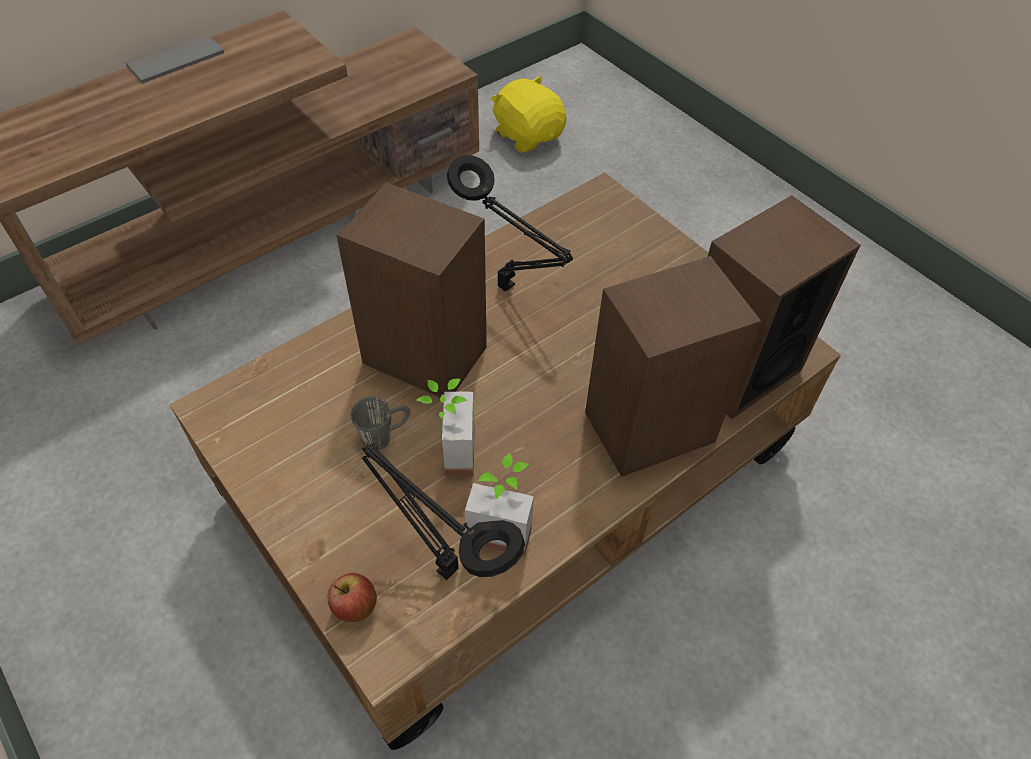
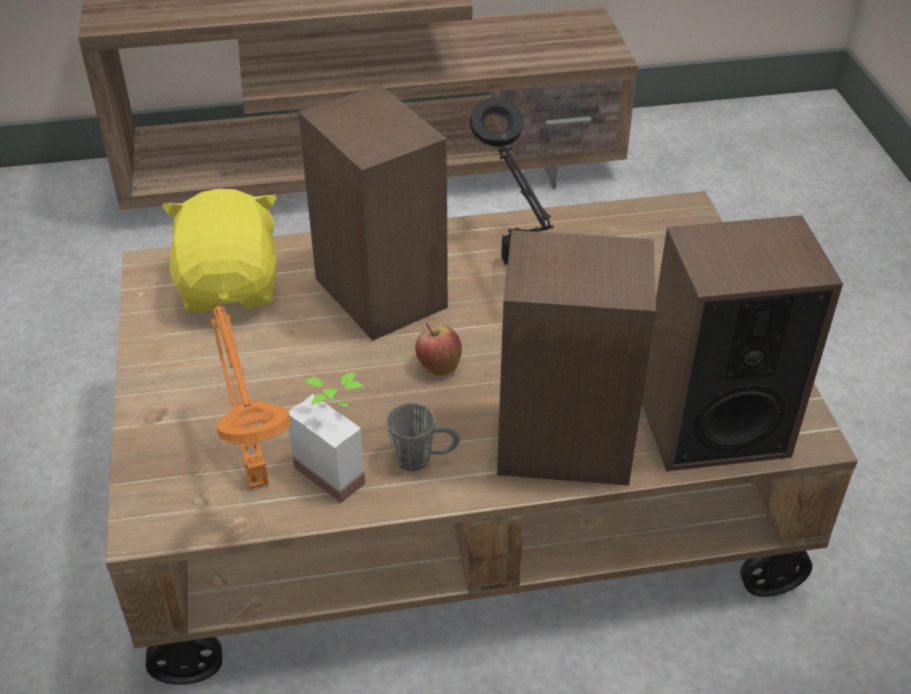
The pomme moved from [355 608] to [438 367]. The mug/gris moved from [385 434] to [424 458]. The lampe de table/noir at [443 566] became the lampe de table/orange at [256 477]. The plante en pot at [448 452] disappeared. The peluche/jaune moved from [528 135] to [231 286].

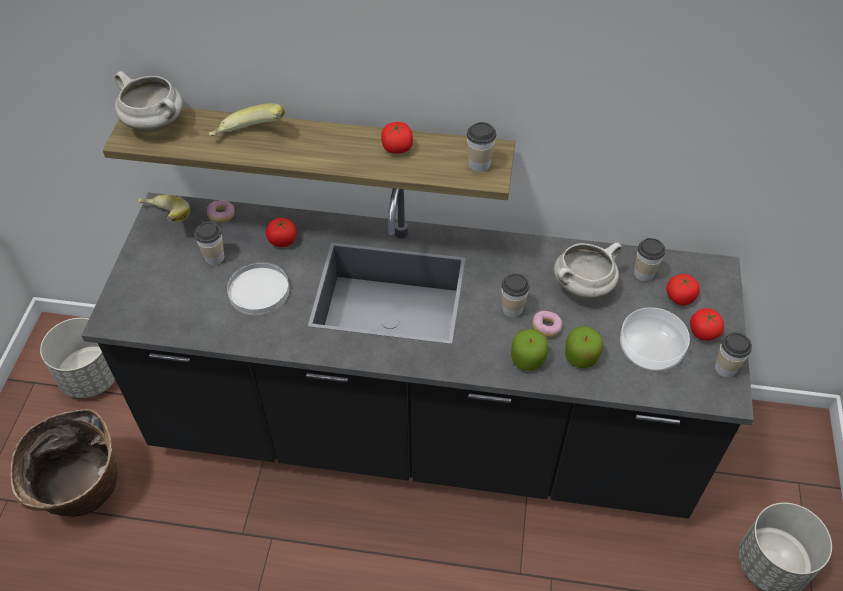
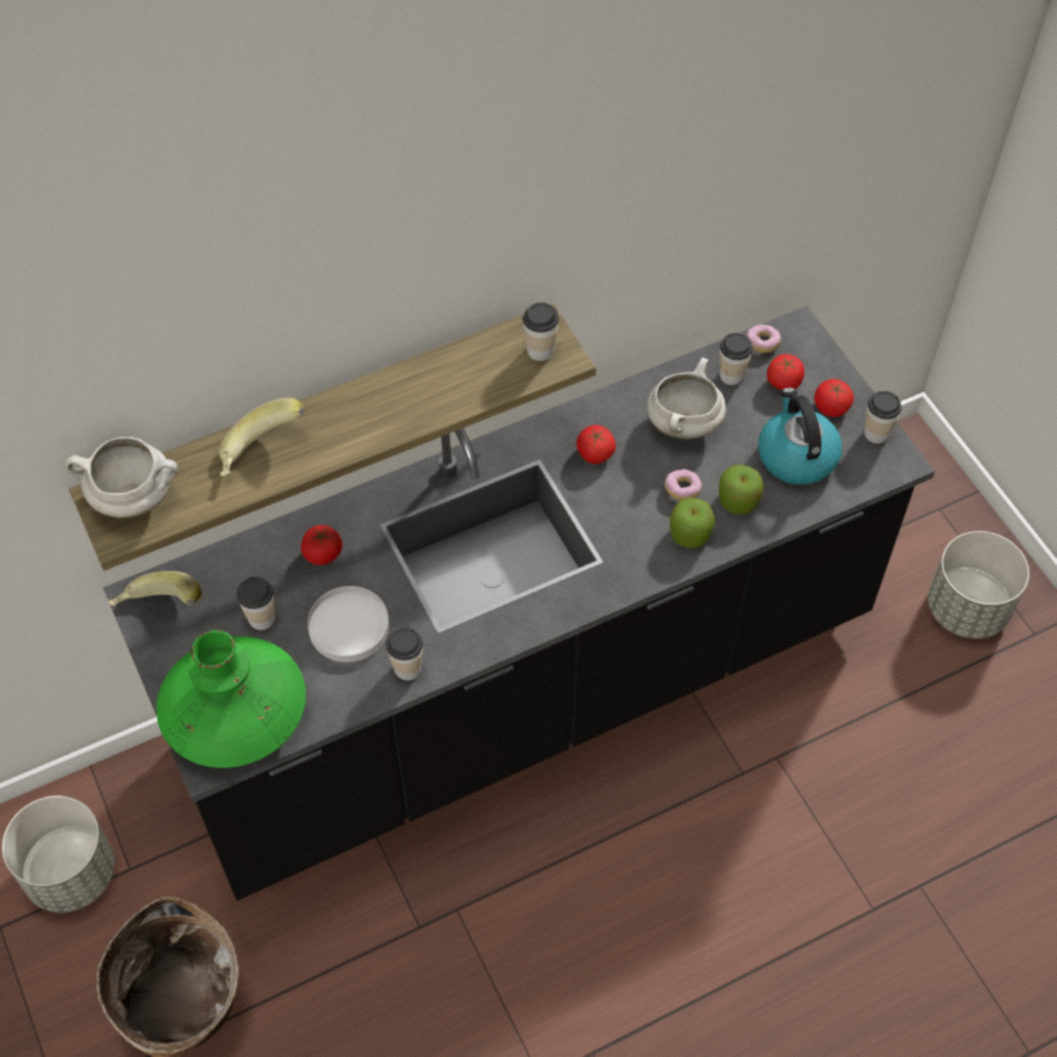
The beignet moved from [221 215] to [762 344]. The tomate moved from [397 148] to [595 454]. The tasse moved from [512 309] to [407 668]. The bol at [649 350] was replaced by the bouilloire at [796 456]. The vase/vert at [235 713] appeared.

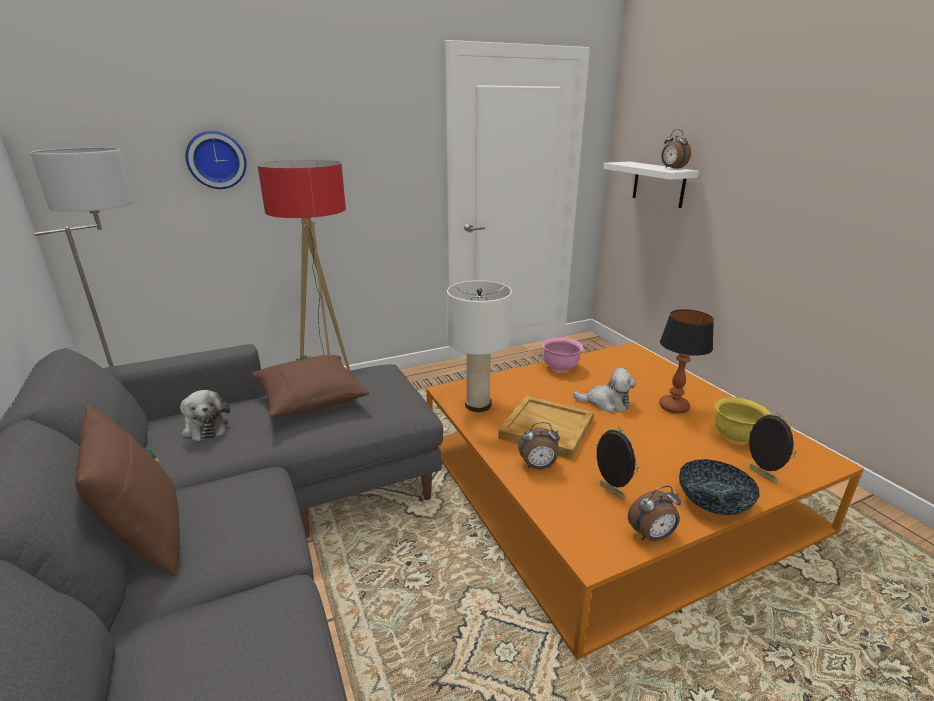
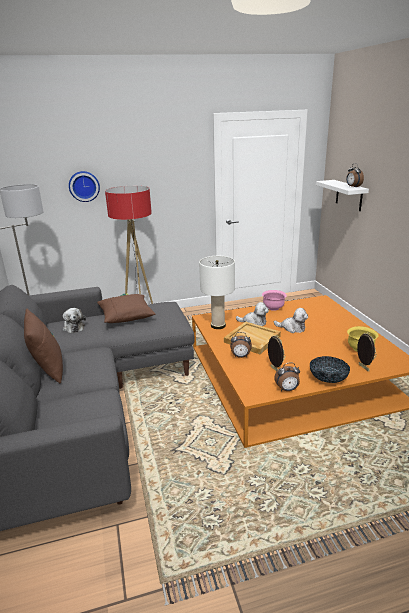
The lampe de table at [673 406] disappeared. The peluche at [254 322] appeared.

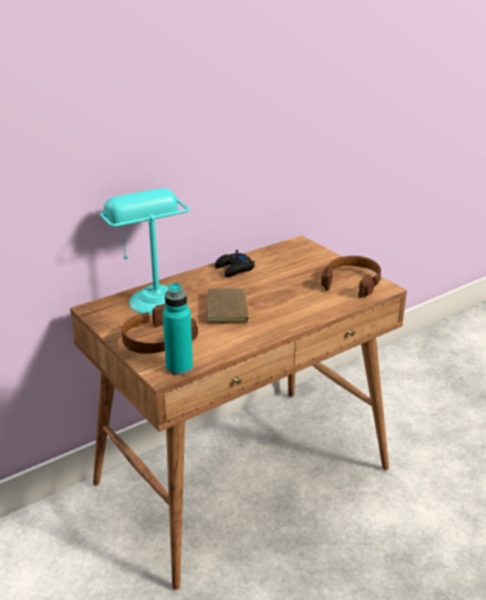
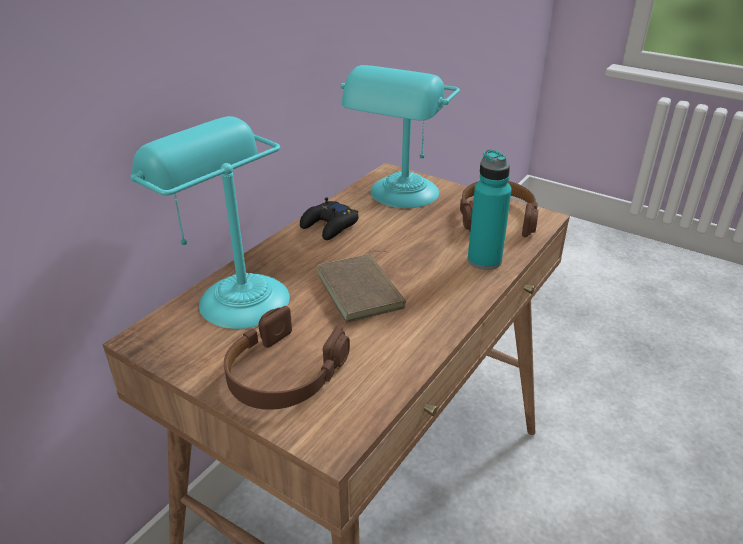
The bouteille/turquoise moved from [179 367] to [484 260]. The lampe de table/turquoise at [400 198] appeared.

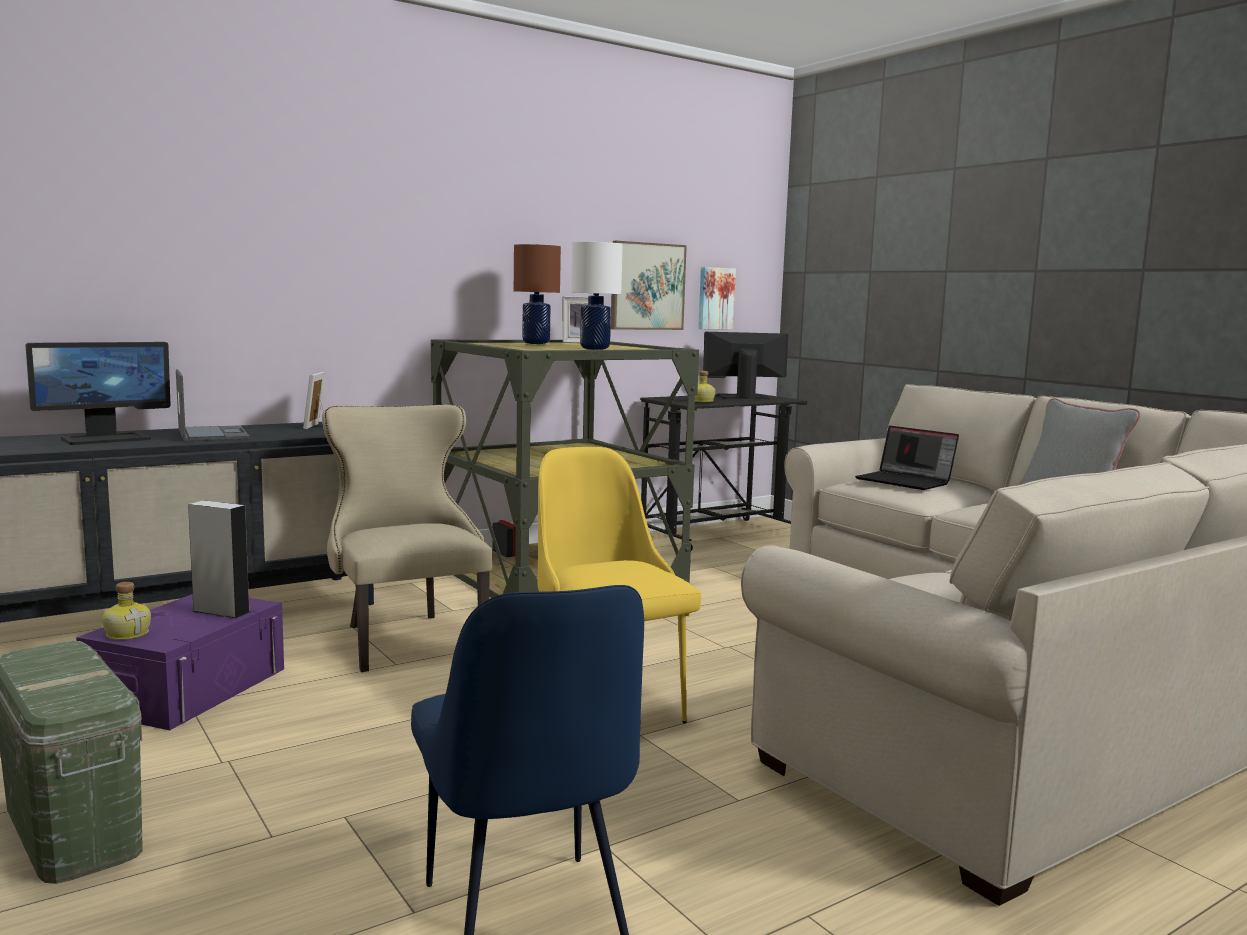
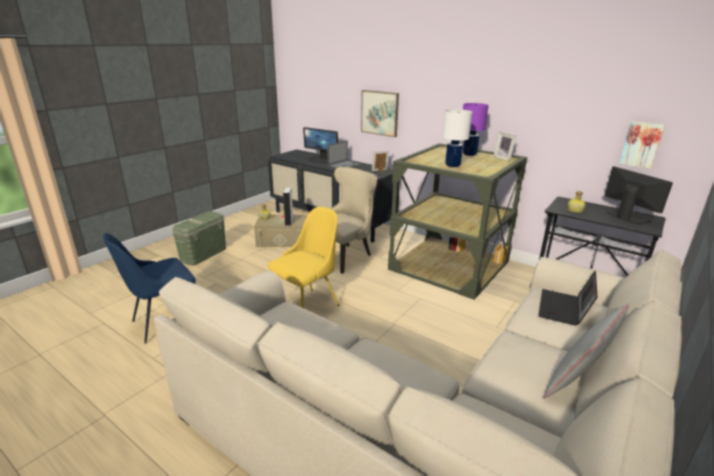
The boîte de rangement/violet at [189 689] became the boîte de rangement/beige at [282 240]. The lampe de table/marron at [536 344] became the lampe de table/violet at [469 155]. The tableau moved from [647 286] to [380 113].

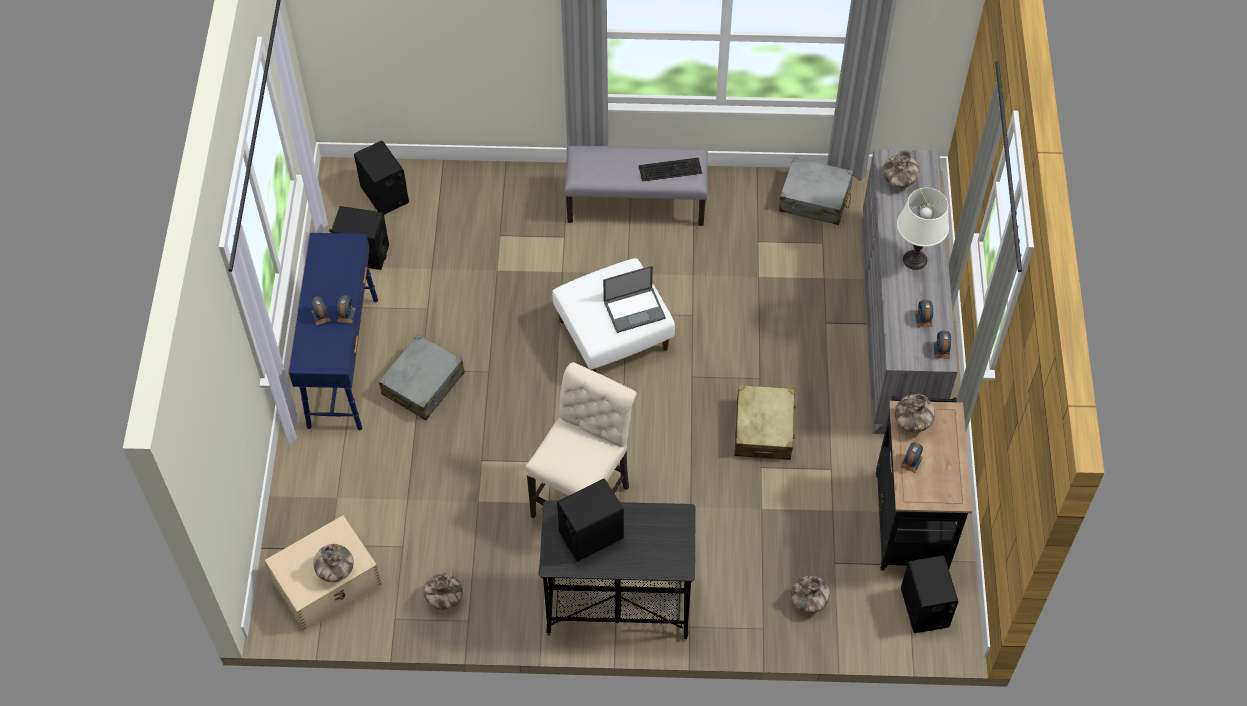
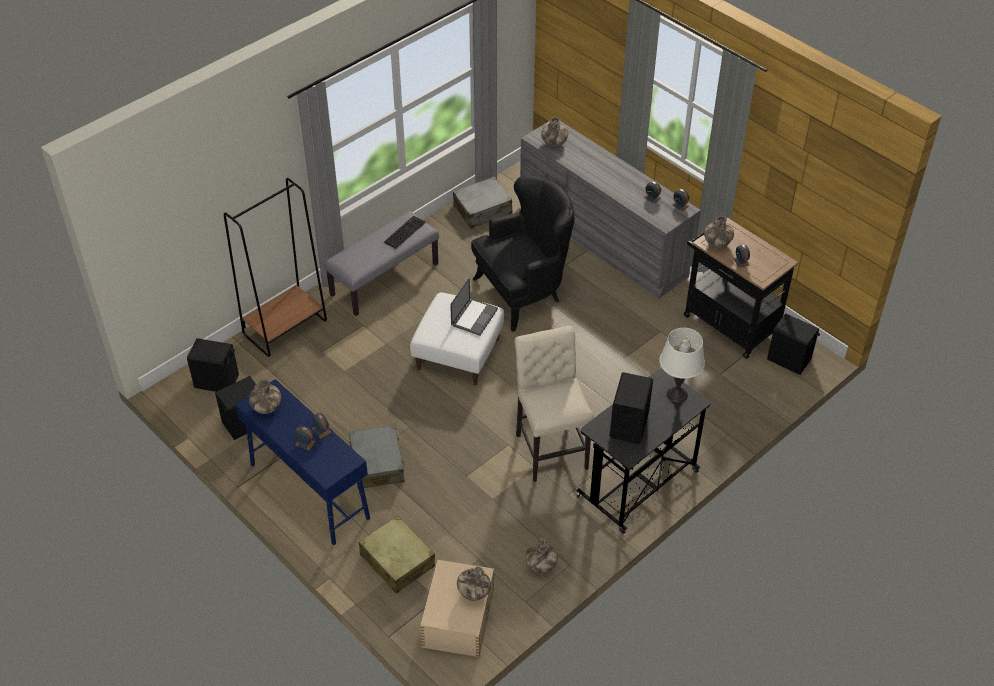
The valise/beige moved from [763 429] to [397 561]. The vase moved from [809 602] to [267 408]. The lampe de table/blanc moved from [915 260] to [677 394]. The portant at [285 328] appeared. The fauteuil/noir at [523 292] appeared.

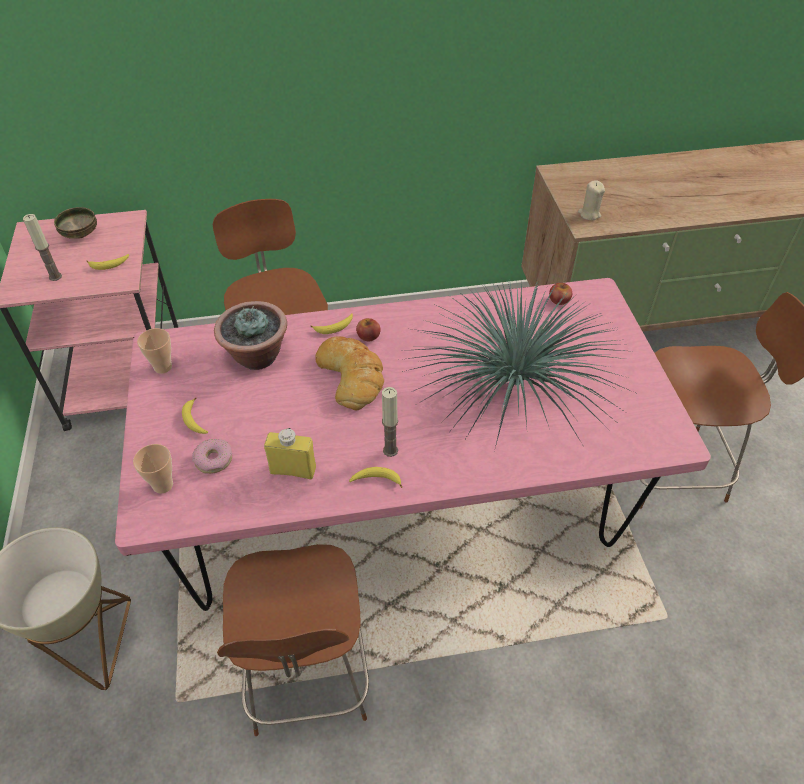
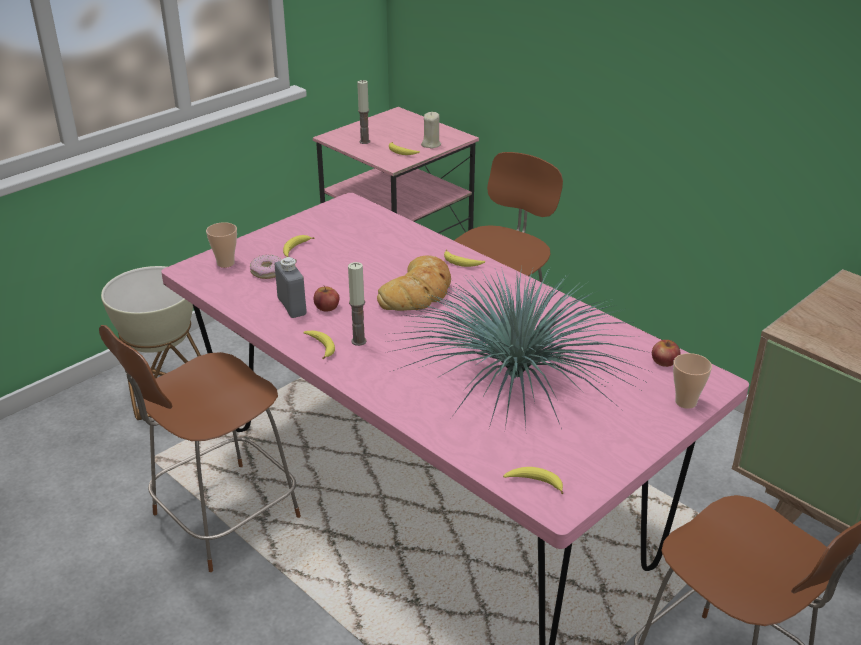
The bol at [81 234] disappeared. The tasse moved from [163 367] to [685 402]. The plante en pot at [256 356] disappeared. The bouteille/jaune at [293 470] became the bouteille/gris at [292 306]. The pomme moved from [368 336] to [326 307]. The bougie/beige moved from [589 214] to [431 144]. The banane at [535 482] appeared.

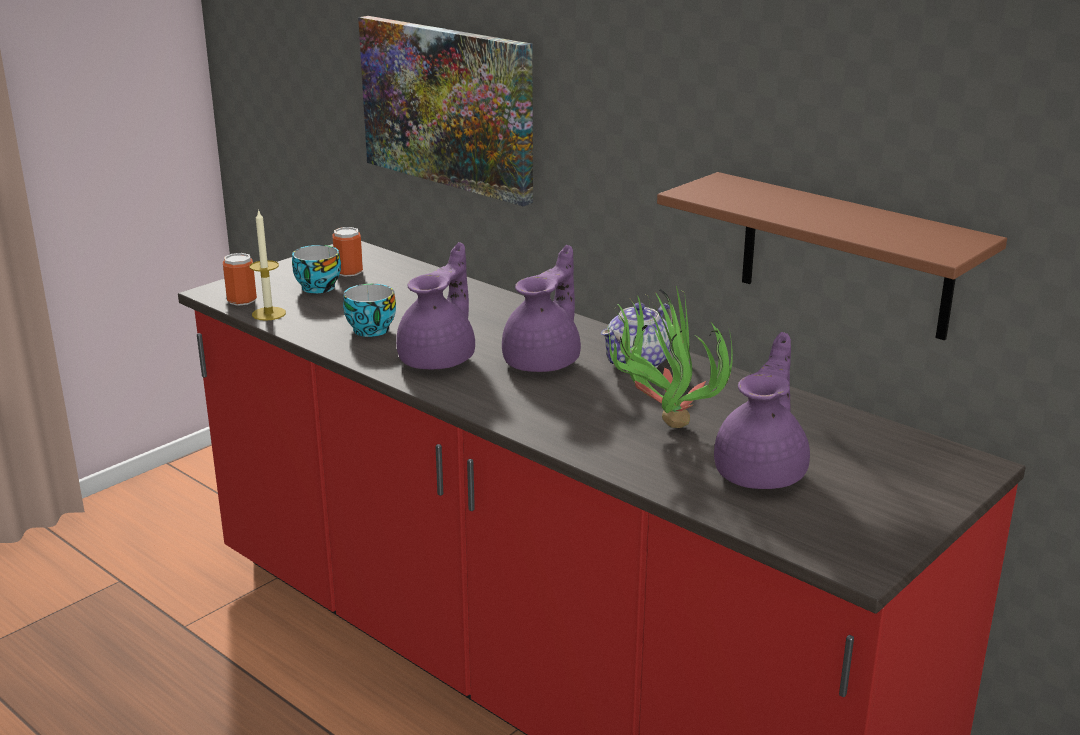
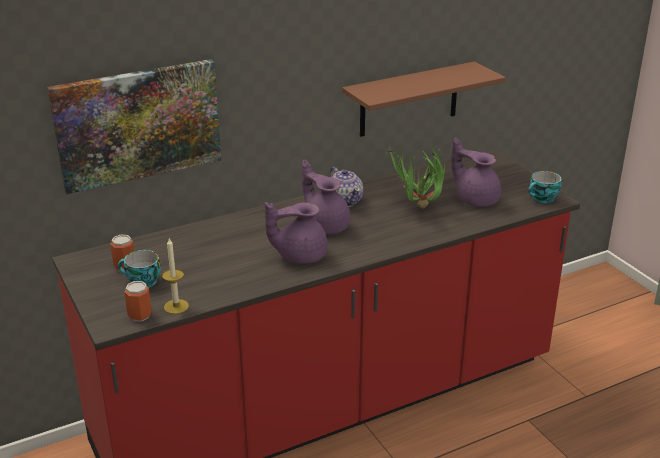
The tasse moved from [368 329] to [542 199]. The théière/violet at [440 359] turned 60 degrees counterclockwise.

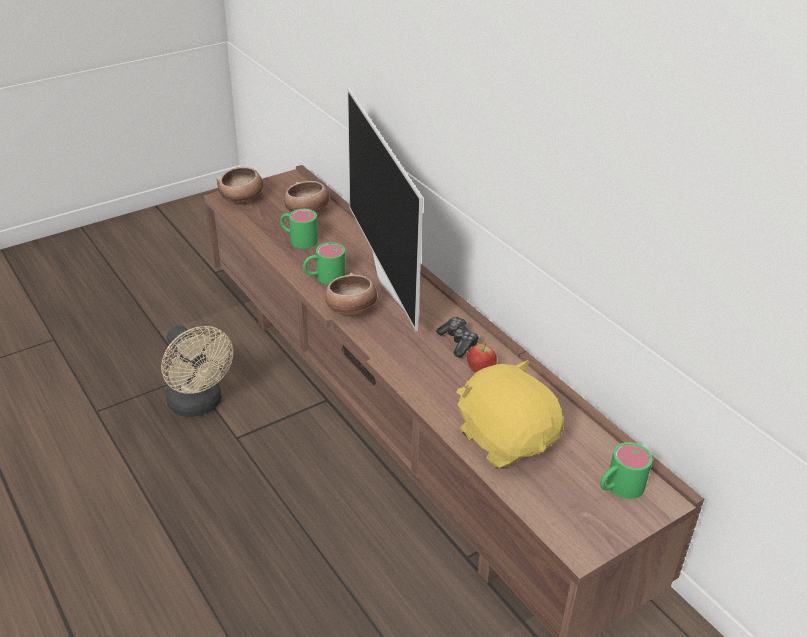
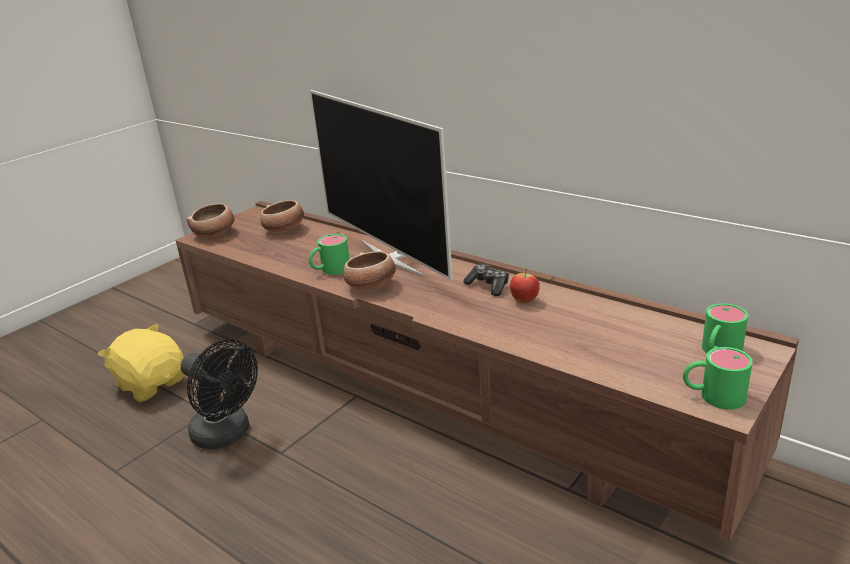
The ventilateur/beige at [199 405] became the ventilateur/noir at [227 435]. The mug/vert moved from [298 239] to [712 396]. The peluche/jaune moved from [506 439] to [152 384].

